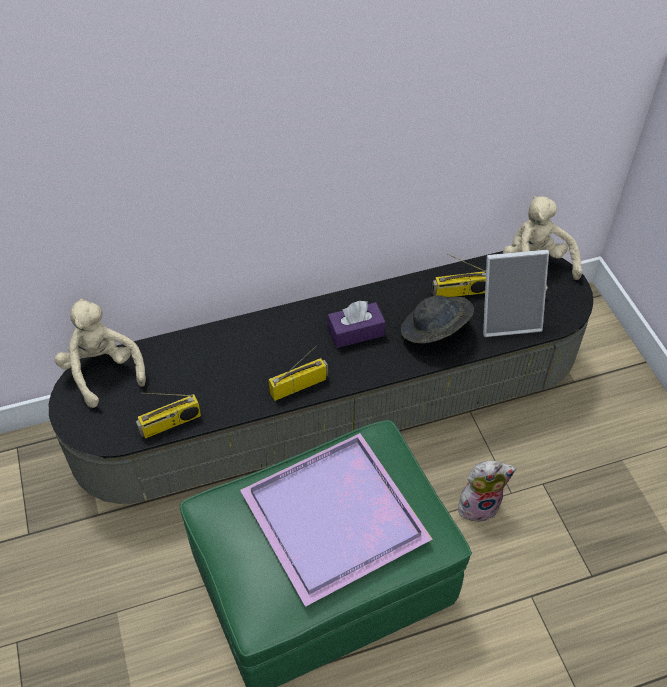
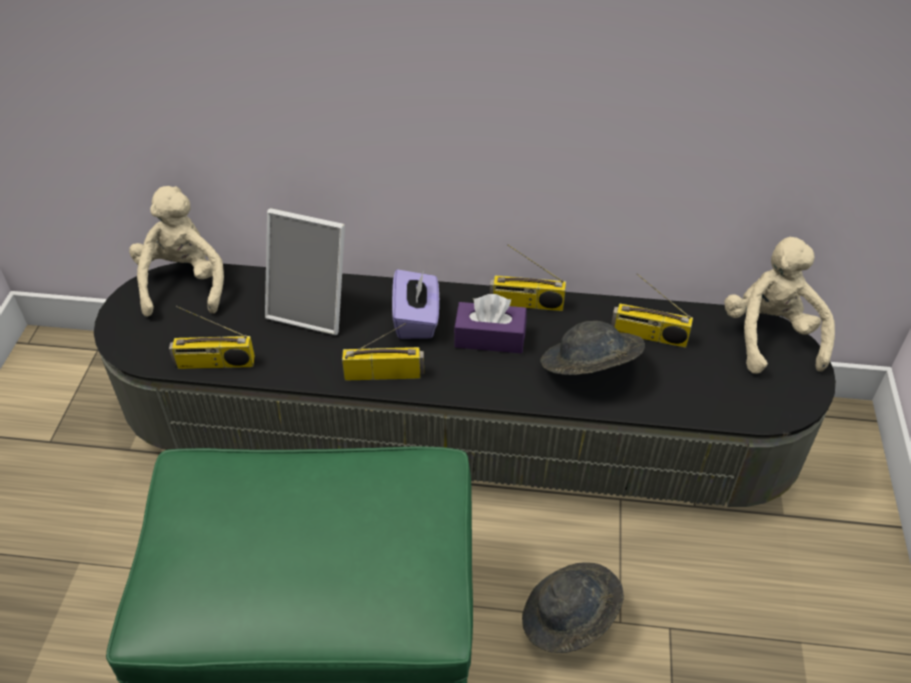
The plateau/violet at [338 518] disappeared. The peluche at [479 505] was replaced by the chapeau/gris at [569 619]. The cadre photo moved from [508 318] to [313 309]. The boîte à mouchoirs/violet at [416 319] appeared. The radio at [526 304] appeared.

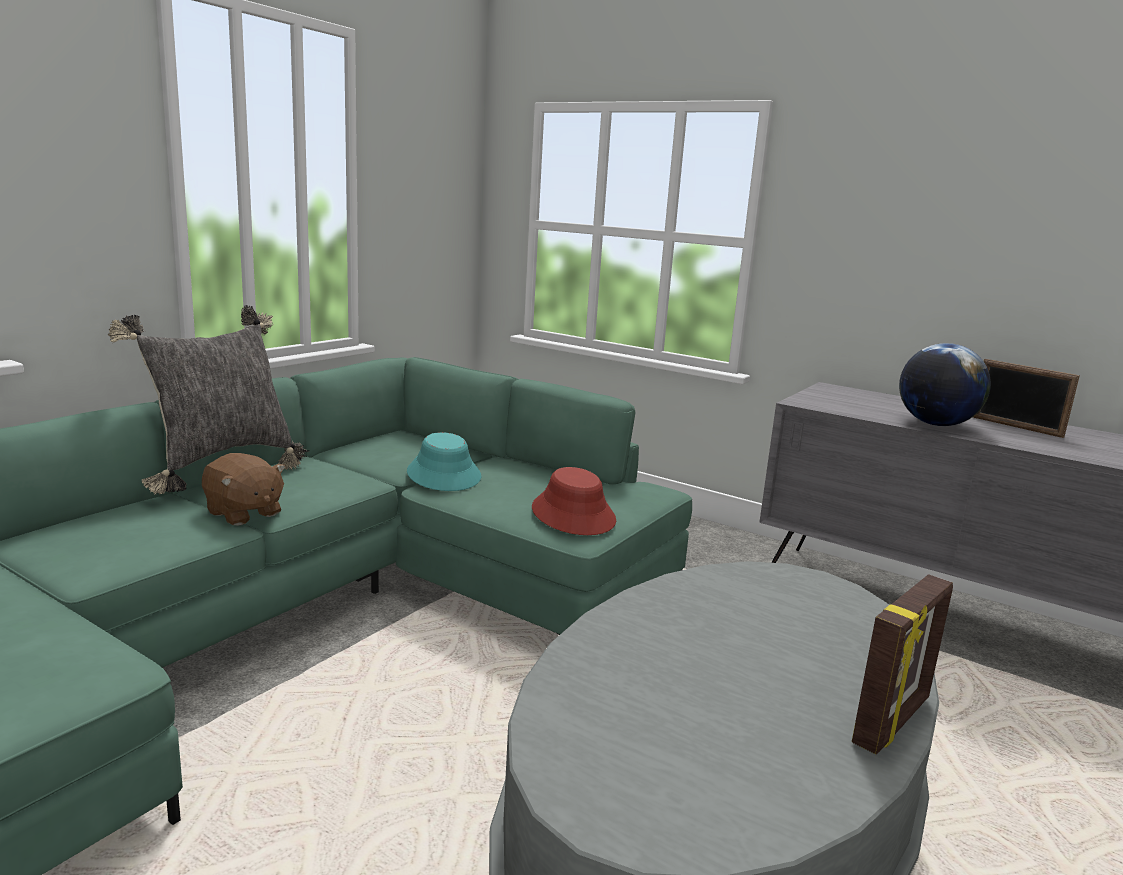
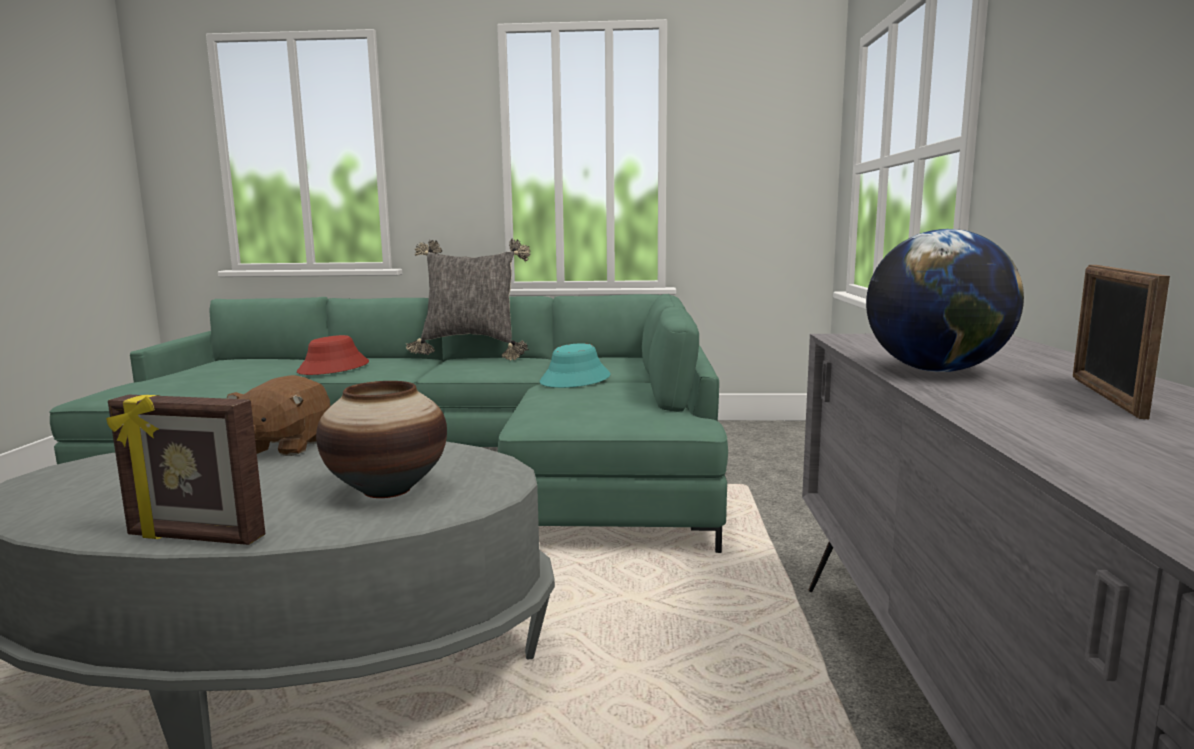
The peluche/marron moved from [243 513] to [285 446]. The chapeau/rouge moved from [573 515] to [334 368]. The vase at [386 490] appeared.

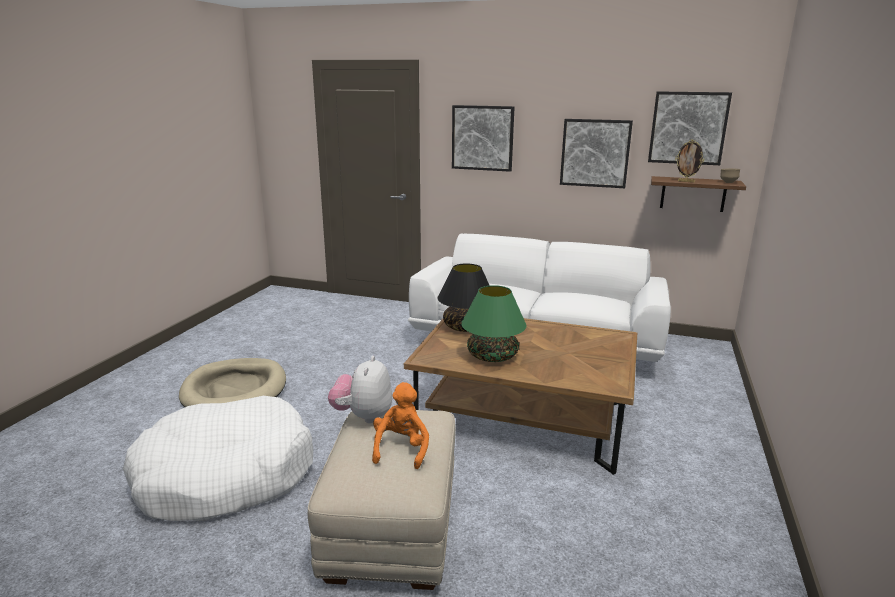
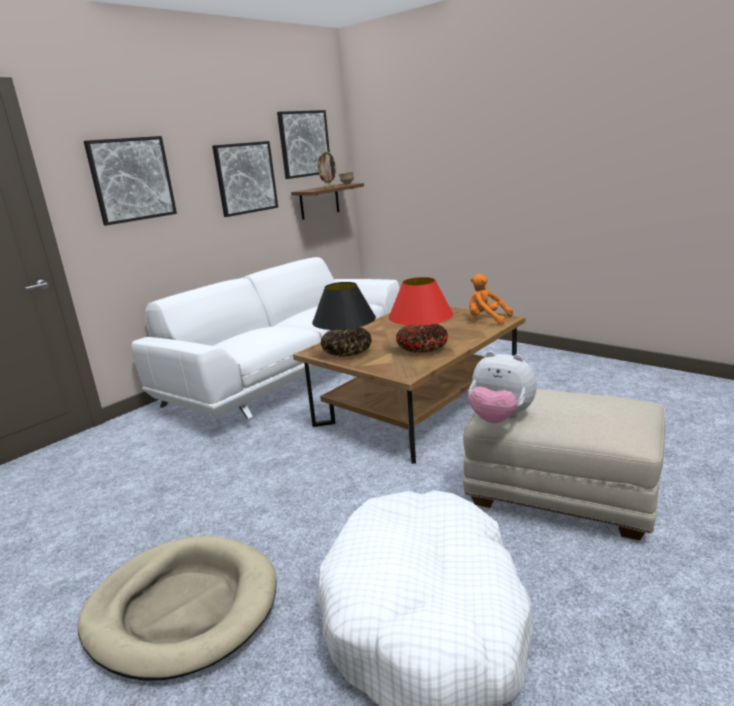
The peluche/orange moved from [401 449] to [486 319]. The lampe de table/vert at [492 356] became the lampe de table/rouge at [422 348].

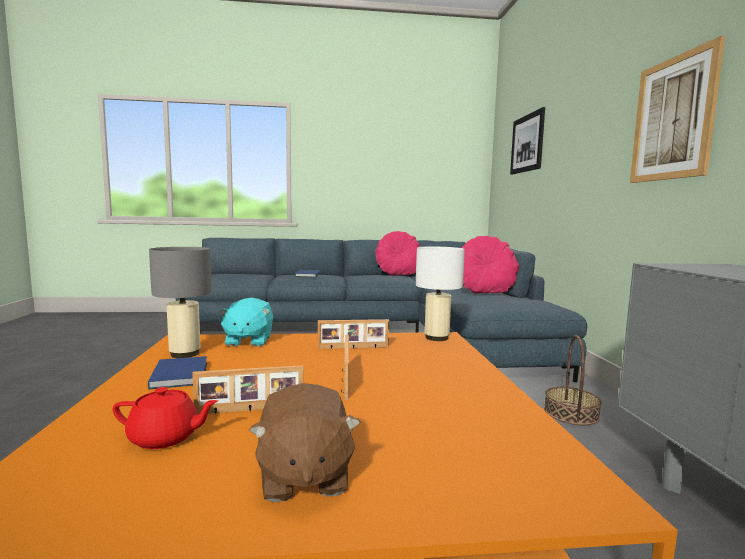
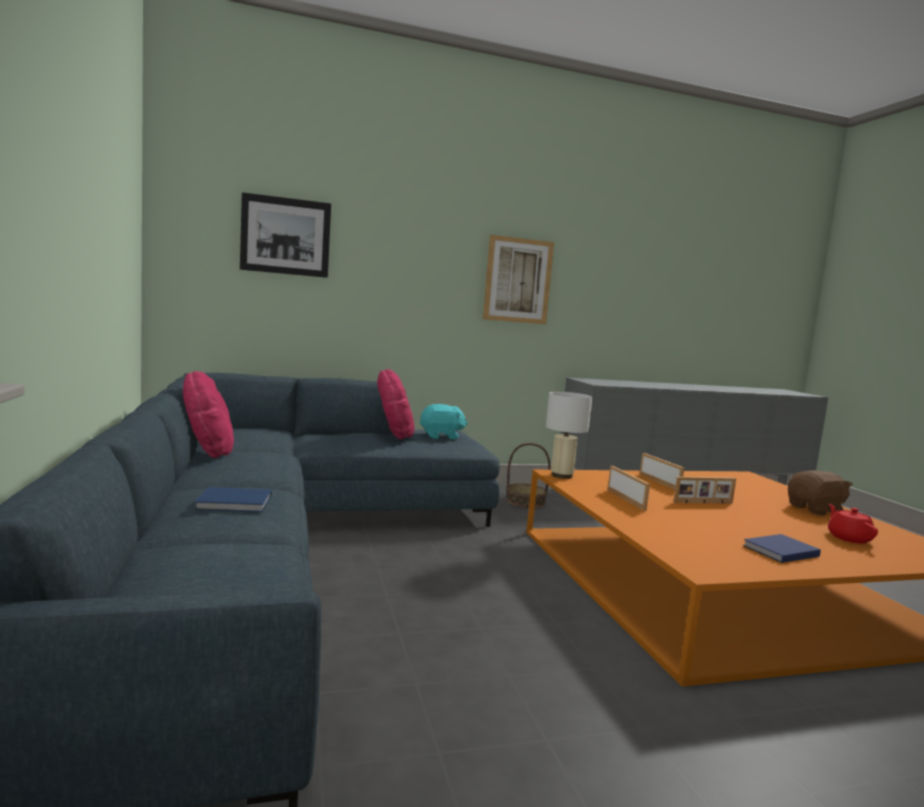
The lampe de table/gris at [184 354] disappeared. The cadre photo moved from [250 410] to [660 482]. The peluche/turquoise moved from [248 341] to [441 436].

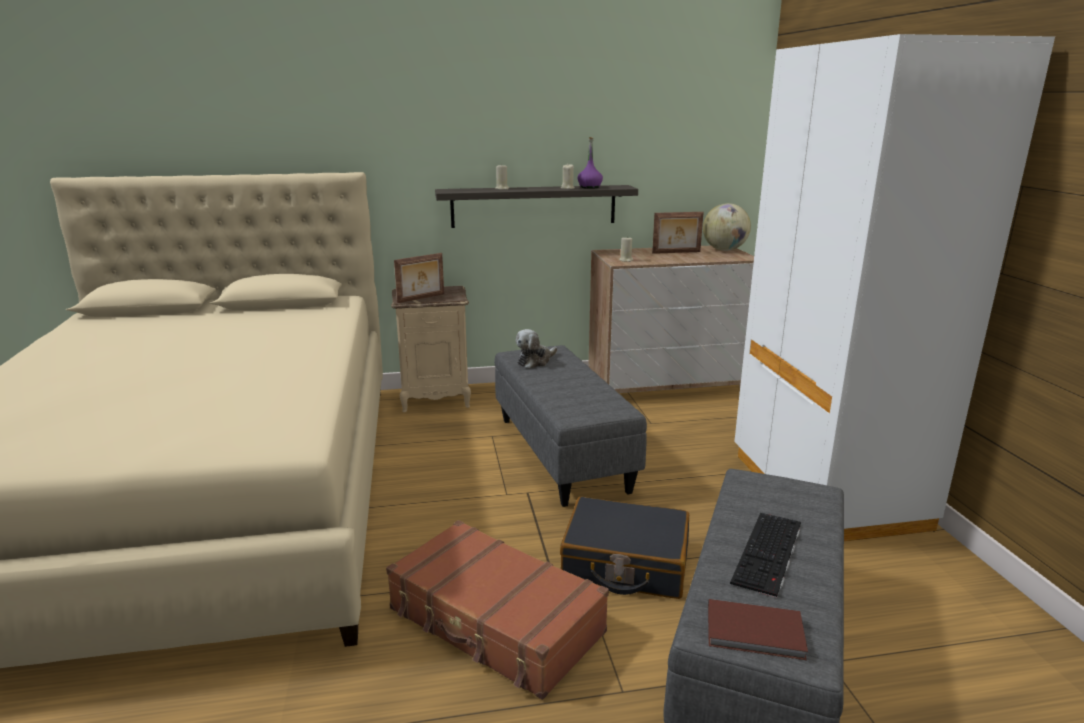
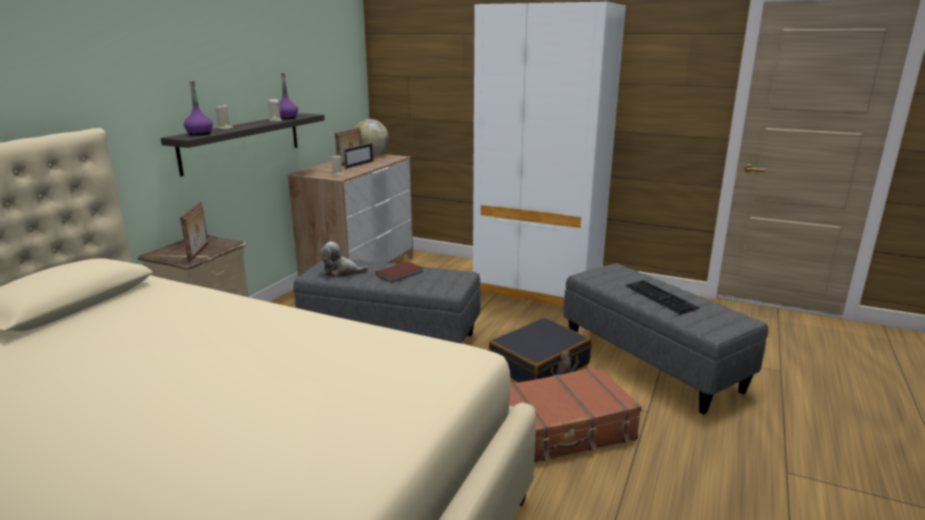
The peluche at [535 361] turned 105 degrees clockwise. The livre/marron moved from [756 633] to [401 273]. The bouteille/violet at [199 134] appeared. The cadre photo at [359 165] appeared.

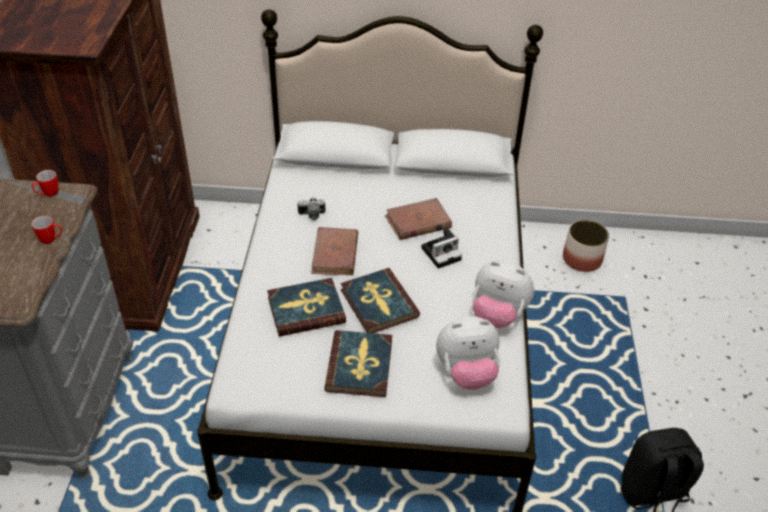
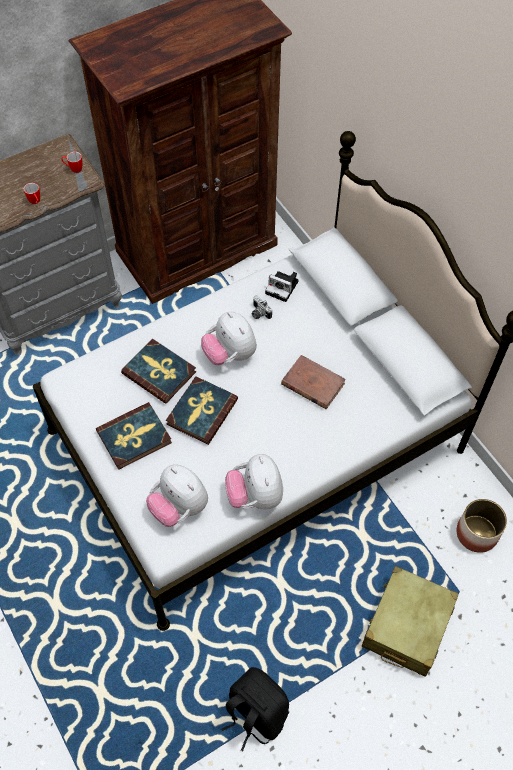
The livre/marron at [335 254] was replaced by the peluche at [230 354]. The appareil photo moved from [442 253] to [283 287]. The valise/beige at [407 626] appeared.

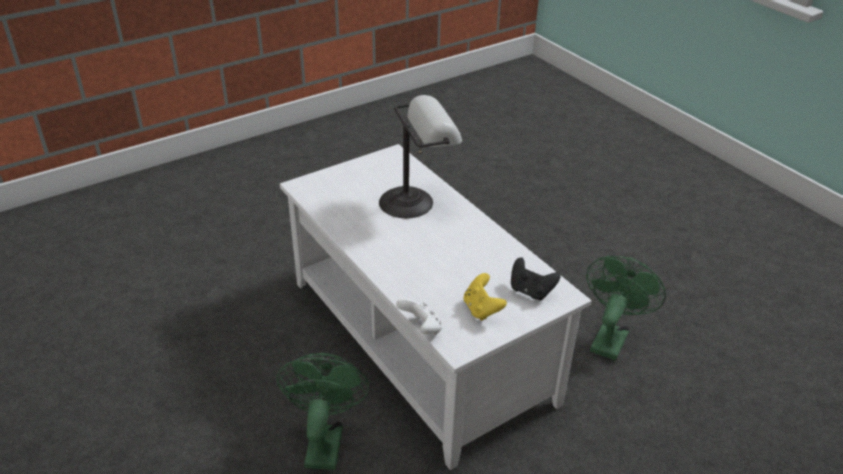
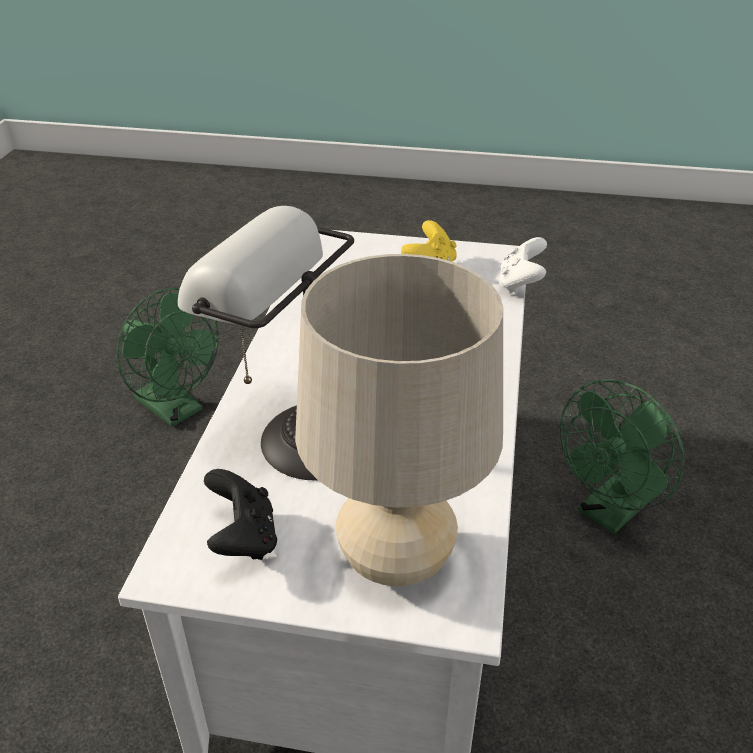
The manette/noir moved from [530 291] to [244 538]. The ventilateur/vert at [610 337] turned 120 degrees counterclockwise. The lampe de table/beige at [396 560] appeared.

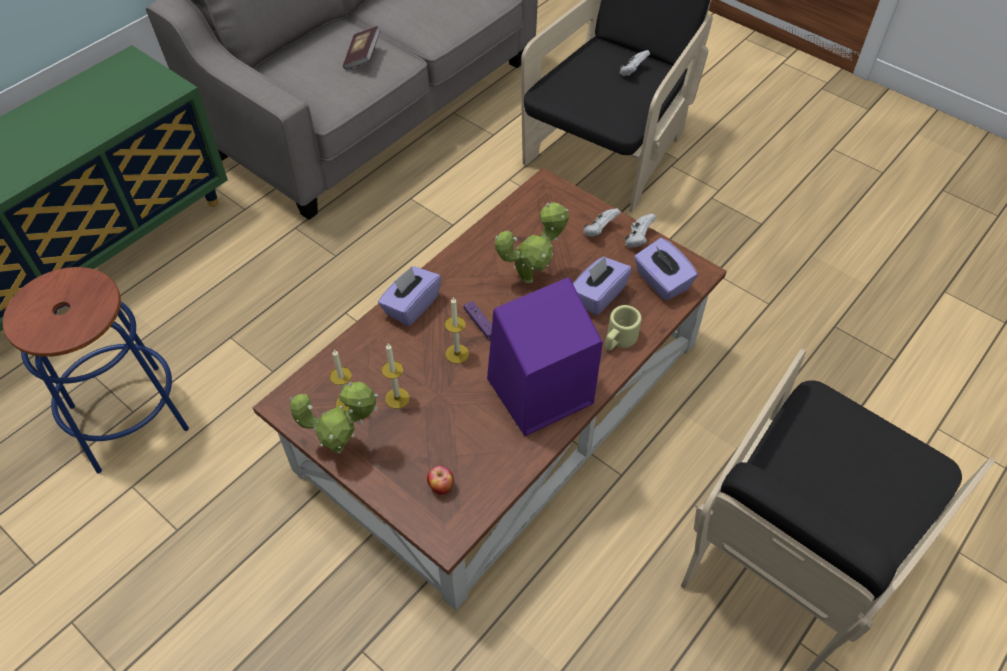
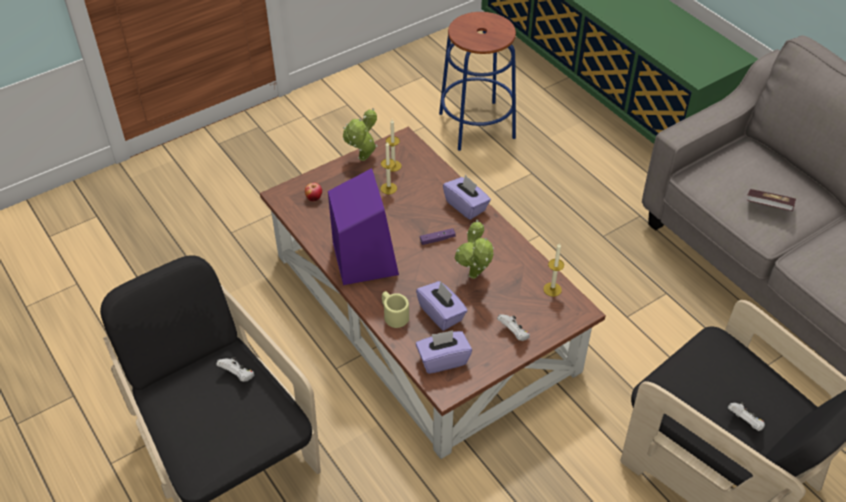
The bougie moved from [457 353] to [552 289]. The manette/blanc moved from [638 239] to [238 375].

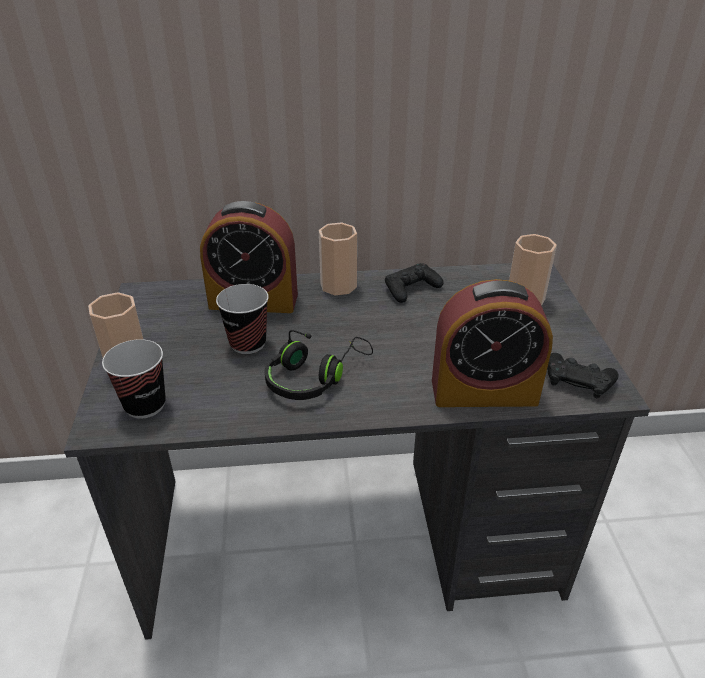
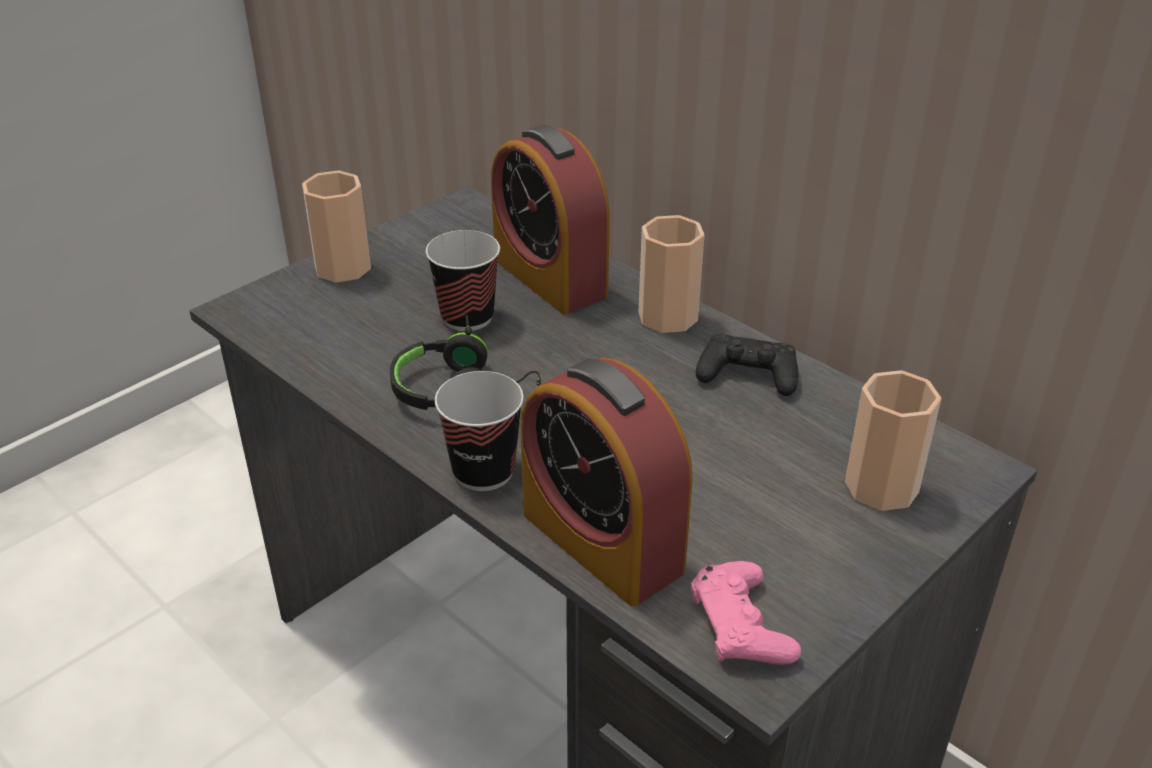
The tasse moved from [145 405] to [483 471]. The manette/noir at [578 381] became the manette/rose at [741 625].

